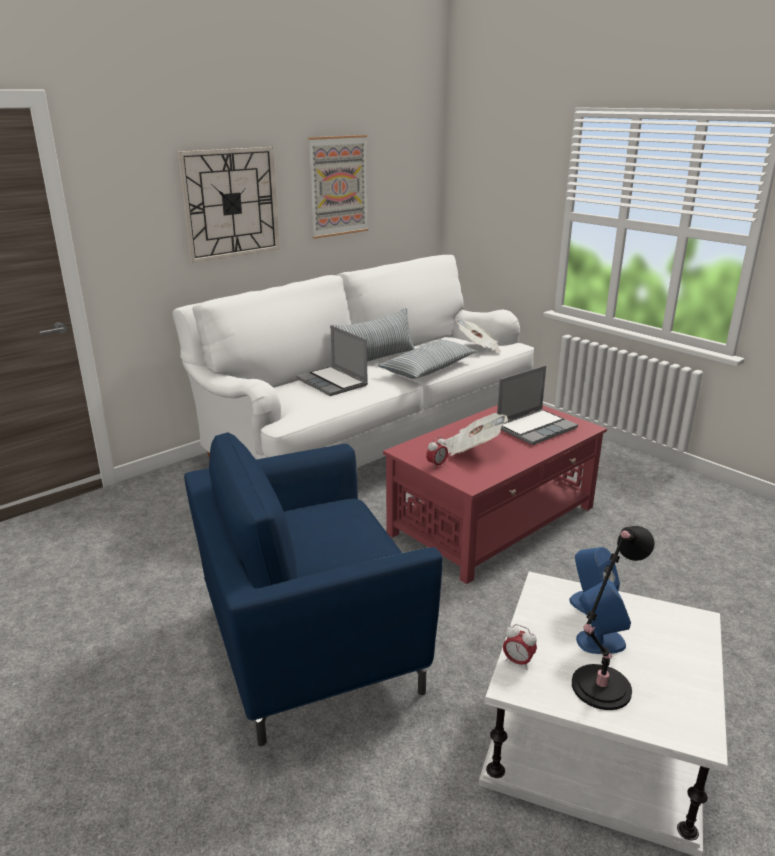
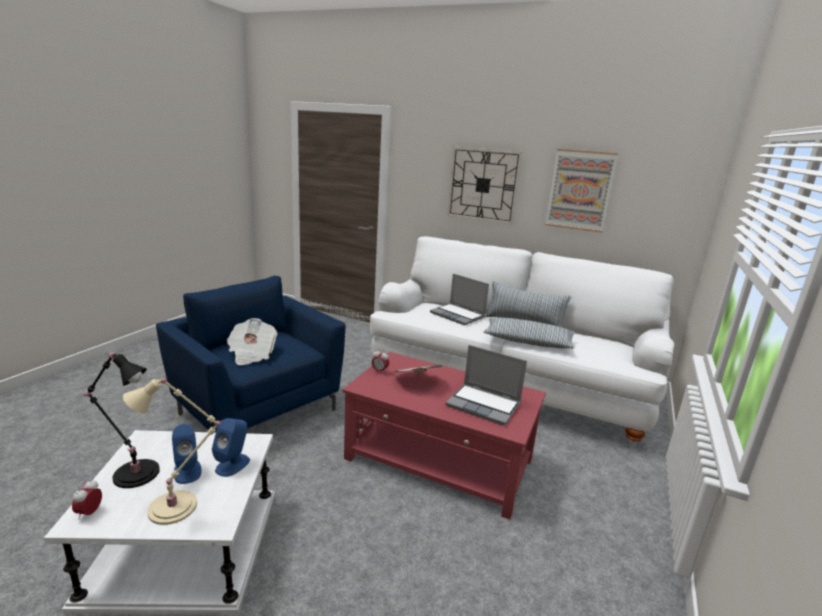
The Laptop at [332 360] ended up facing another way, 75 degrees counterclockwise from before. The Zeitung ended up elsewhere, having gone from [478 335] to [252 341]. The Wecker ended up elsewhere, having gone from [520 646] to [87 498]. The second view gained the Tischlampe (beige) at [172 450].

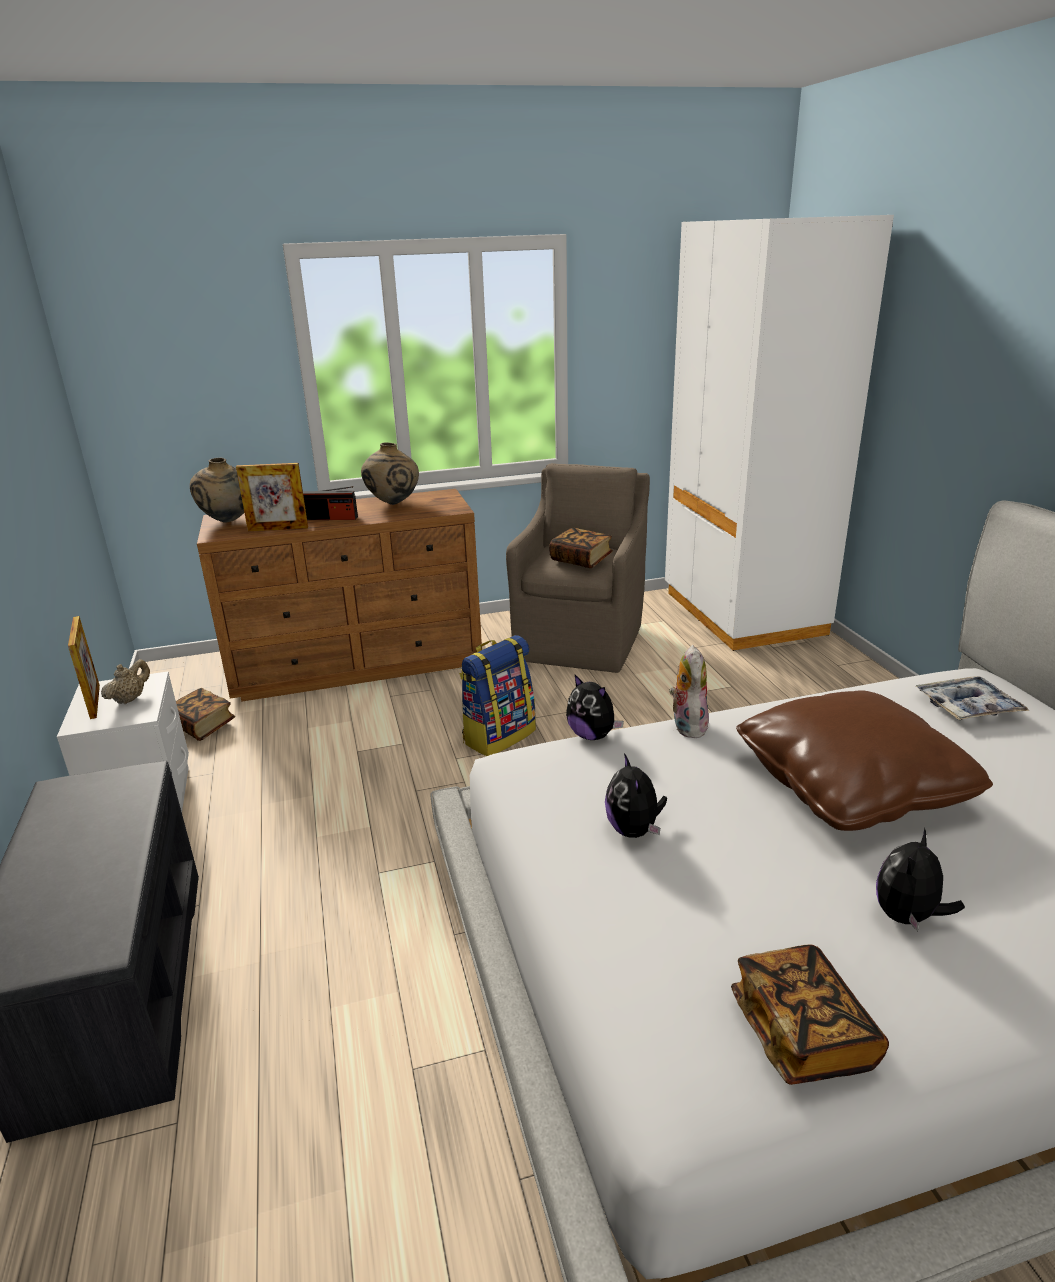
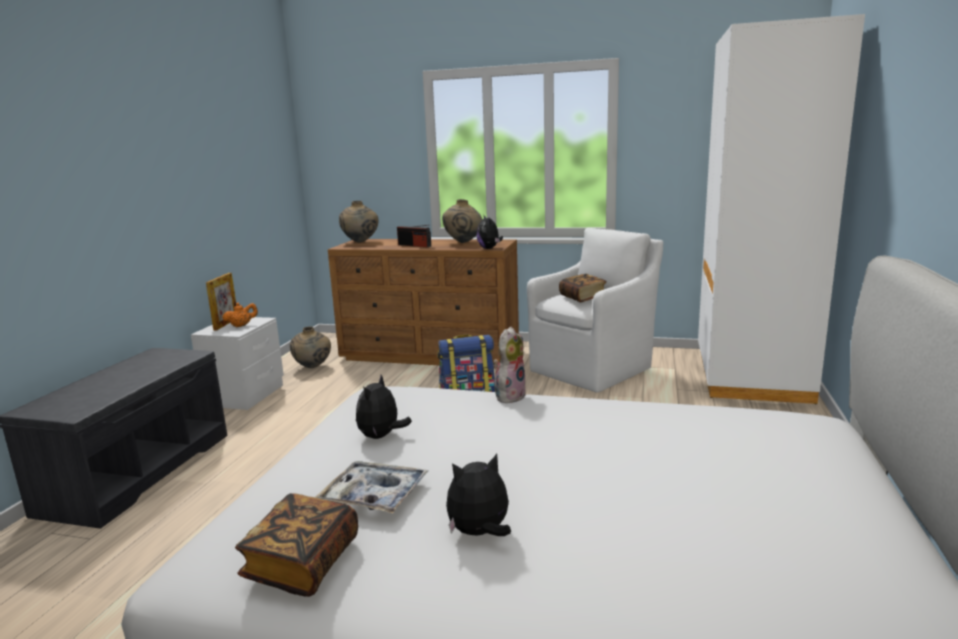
What was the Teekanne (beige) at [125 681] turned into the Teekanne (orange) at [240 314]. Where the Buch stood at [205 714], the Vase (beige) came to stand at [310 347]. The second view lost the Bilderrahmen at [272 497]. What was the Sessel (braun) at [578 568] turned into the Sessel (weiß) at [595 310]. The Plüschtier ended up elsewhere, having gone from [595 707] to [490 232]. The second view lost the Kissen (braun) at [864 760]. The Tablett ended up elsewhere, having gone from [972 698] to [371 487].

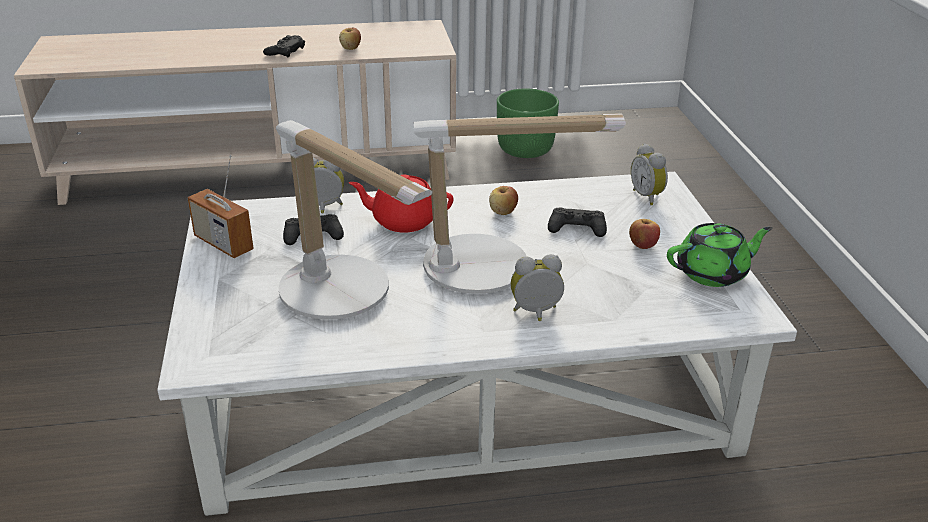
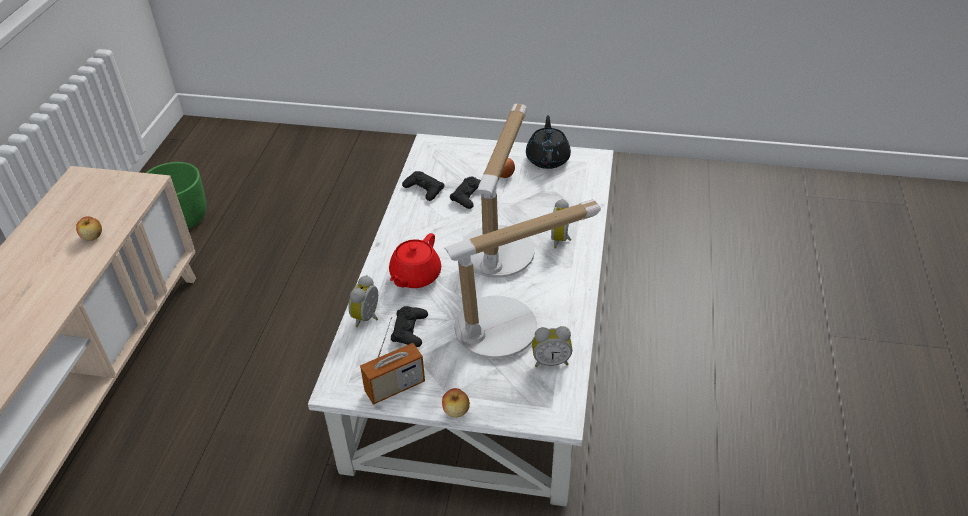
The Gamepad (schwarz) ended up elsewhere, having gone from [284 46] to [423 186]. The Apfel ended up elsewhere, having gone from [503 200] to [456 403]. The Wecker ended up elsewhere, having gone from [649 174] to [552 346]. What was the Teekanne (grün) at [720 255] turned into the Teekanne (schwarz) at [548 142].

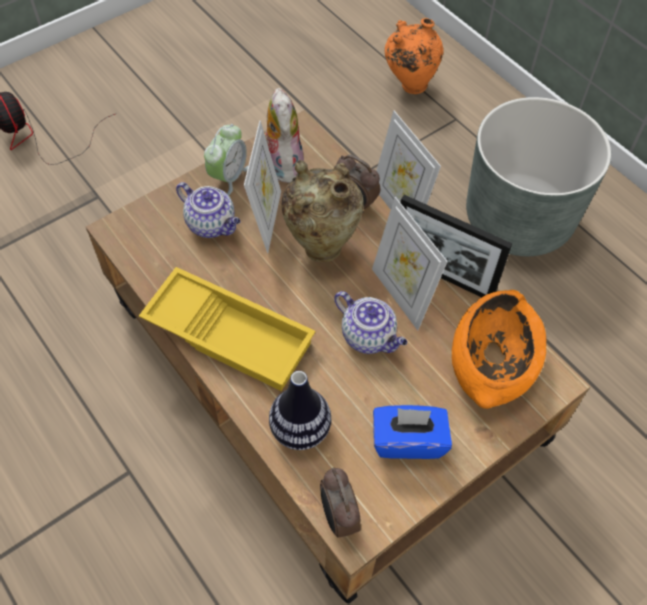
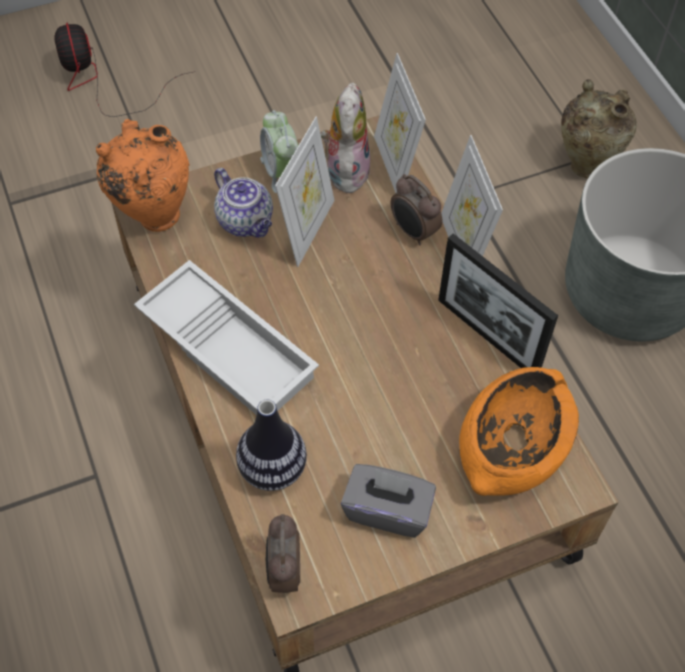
What was the Tablett (gelb) at [227 329] turned into the Tablett (weiß) at [226 337]. The Wecker at [226 160] ended up facing another way, 120 degrees clockwise from before. The Vase (beige) ended up elsewhere, having gone from [323 211] to [599 128]. The second view lost the Teekanne at [370 322]. The Bilderrahmen ended up elsewhere, having gone from [410 263] to [400 123]. What was the Taschentuchbox (blau) at [412 432] turned into the Taschentuchbox (grau) at [388 501]. The Vase (orange) ended up elsewhere, having gone from [414 56] to [142 175].

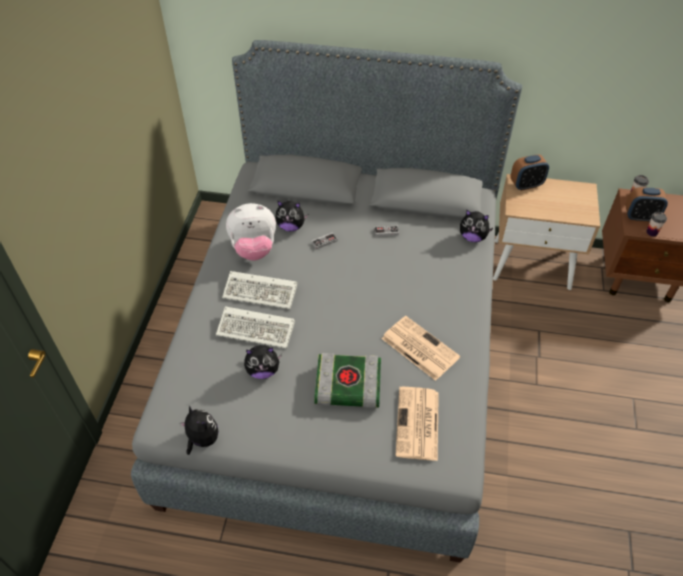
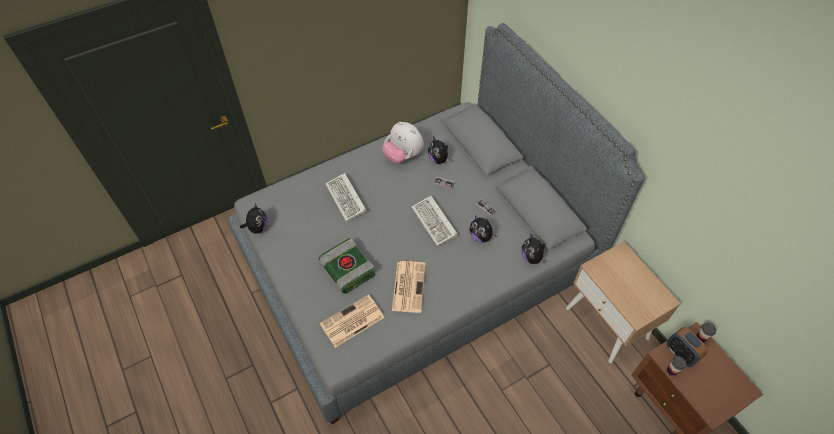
The Tastatur ended up elsewhere, having gone from [259 290] to [434 220]. The Plüschtier ended up elsewhere, having gone from [263 362] to [483 229]. The second view lost the Wecker at [529 173].

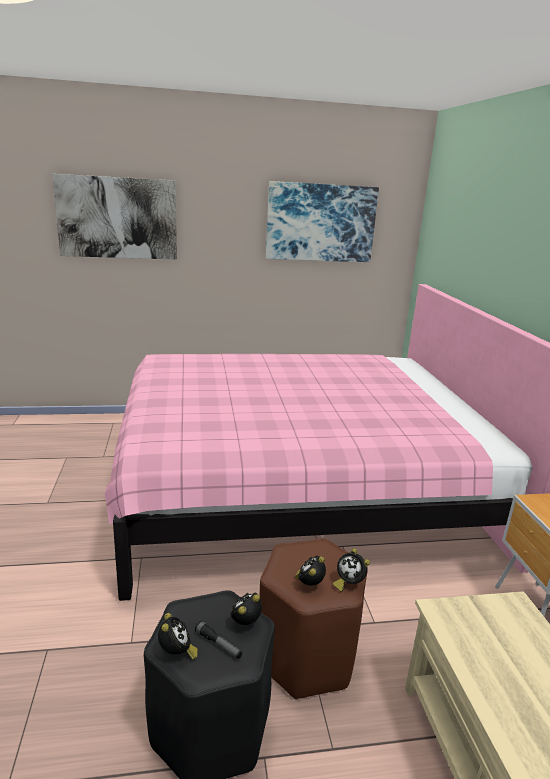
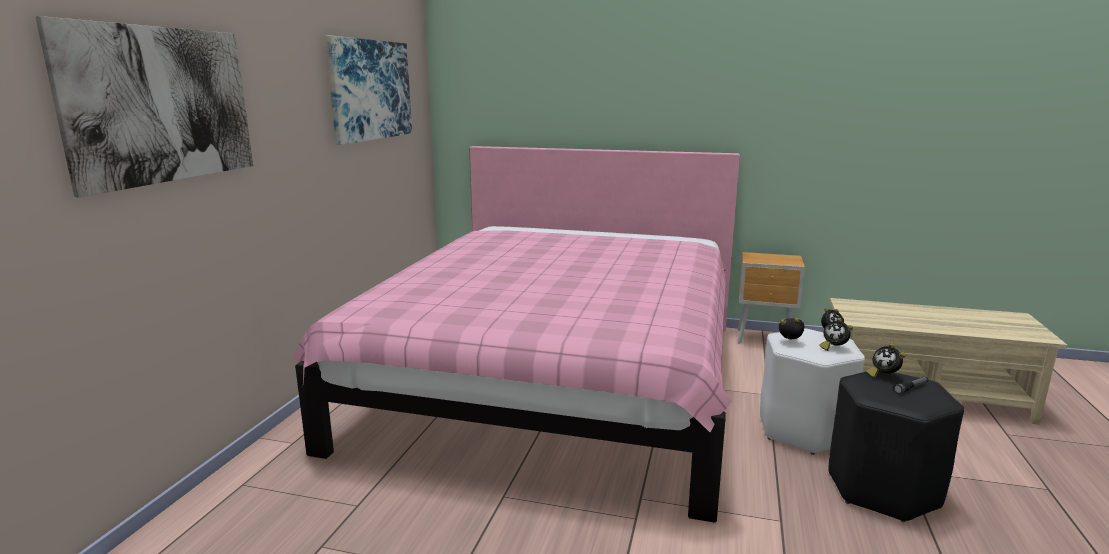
The Wecker ended up elsewhere, having gone from [178 636] to [791 328]. What was the Hocker (braun) at [313 619] turned into the Hocker (weiß) at [812 391].

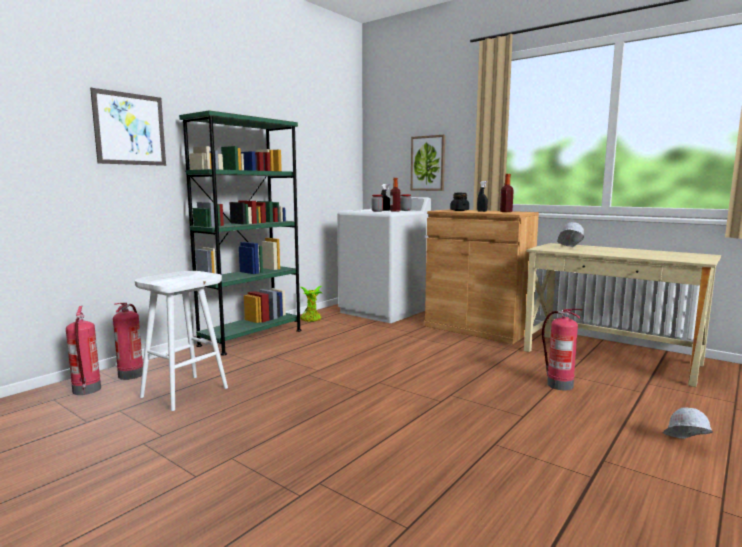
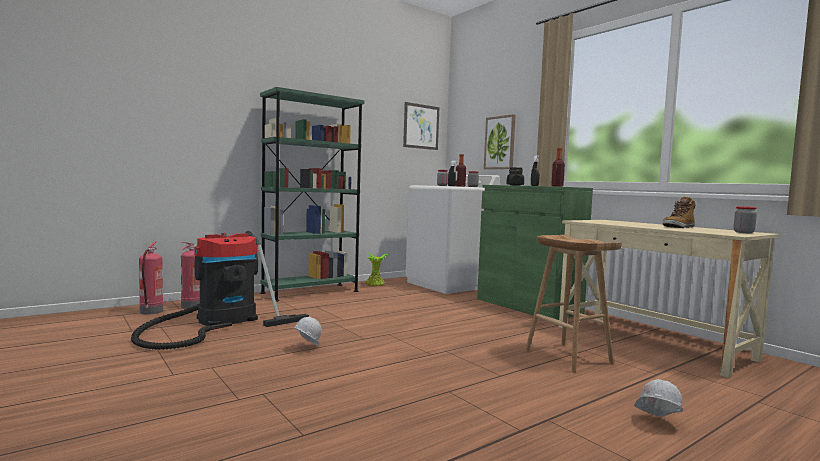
The Bild ended up elsewhere, having gone from [128 127] to [421 126]. Where the Hocker (weiß) stood at [181 341], the Staubsauger came to stand at [220 290]. What was the Schrank (braun) at [482 276] turned into the Schrank (grün) at [535 252]. Where the Feuerlöscher stood at [562 350], the Hocker (braun) came to stand at [573 304]. The Schutzhelm (weiß) ended up elsewhere, having gone from [566 234] to [308 331]. The second view gained the Stiefel at [679 212]. The second view gained the Vorratsglas at [745 219].

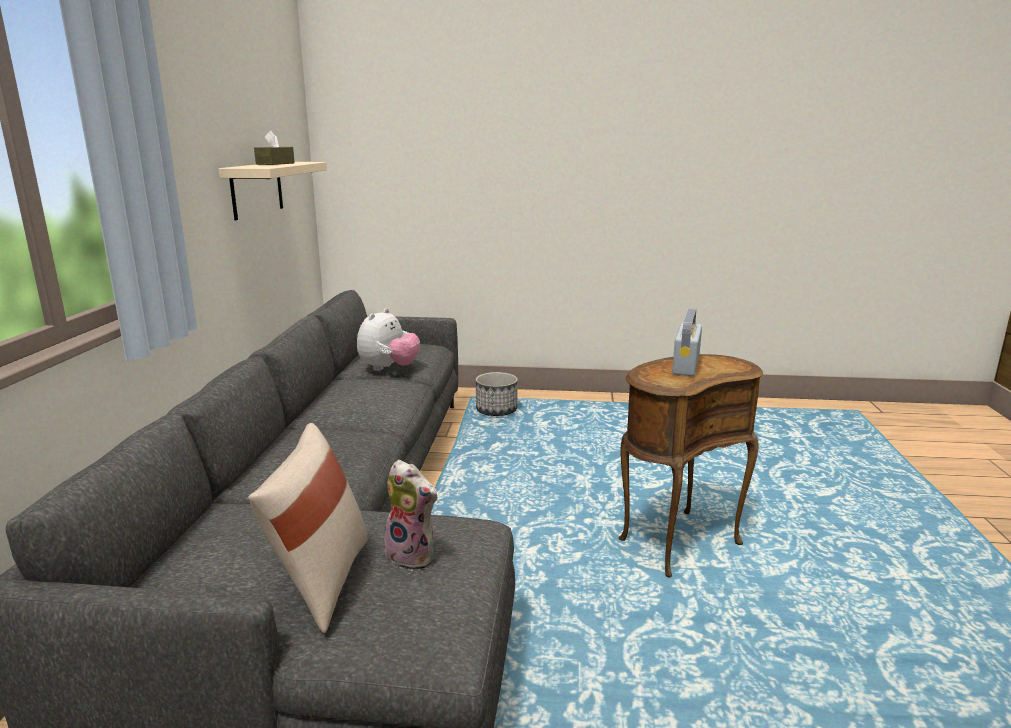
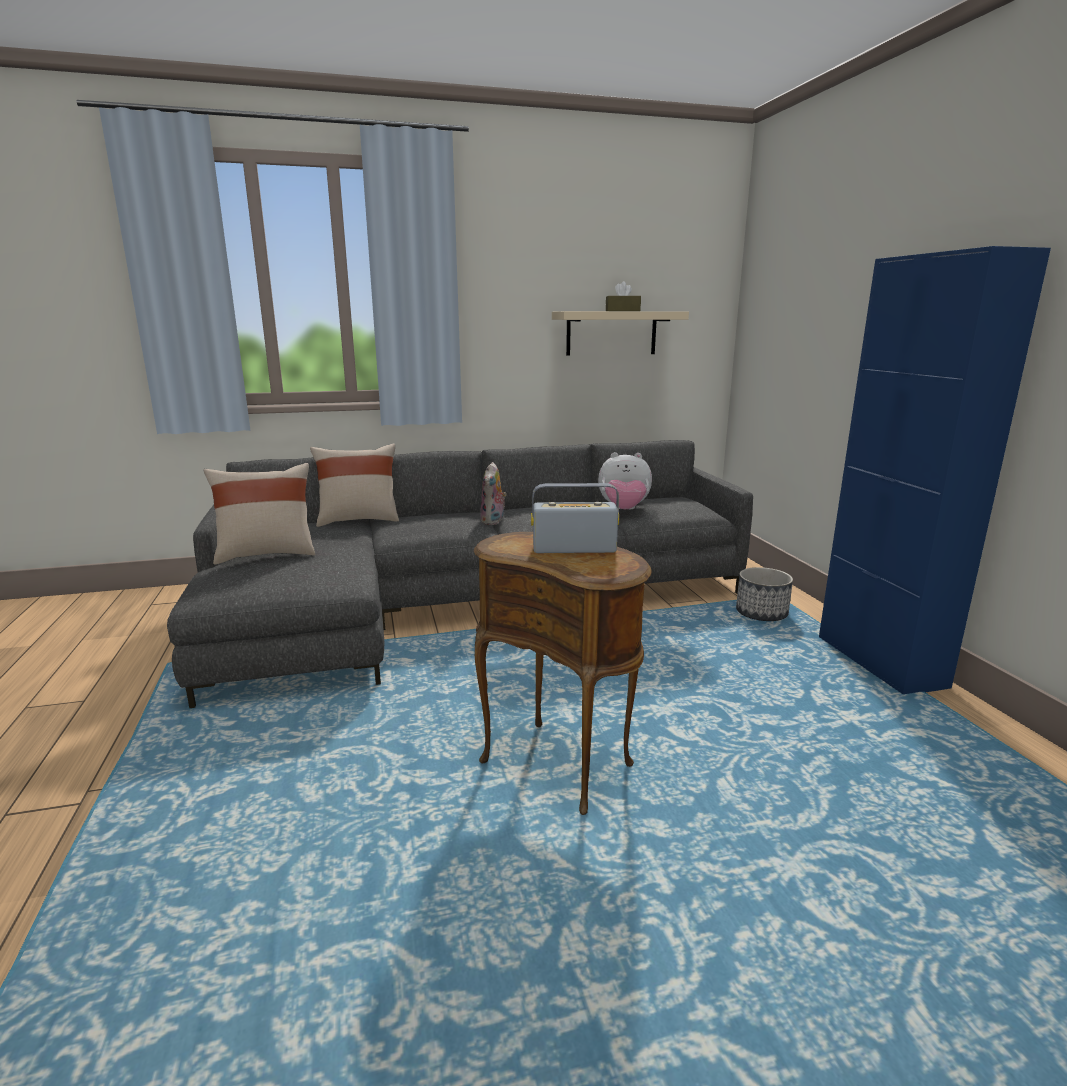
The Plüschtier ended up elsewhere, having gone from [410 515] to [493 493]. The second view gained the Kissen (beige) at [354 485]. The second view gained the Schrank (blau) at [935 470].

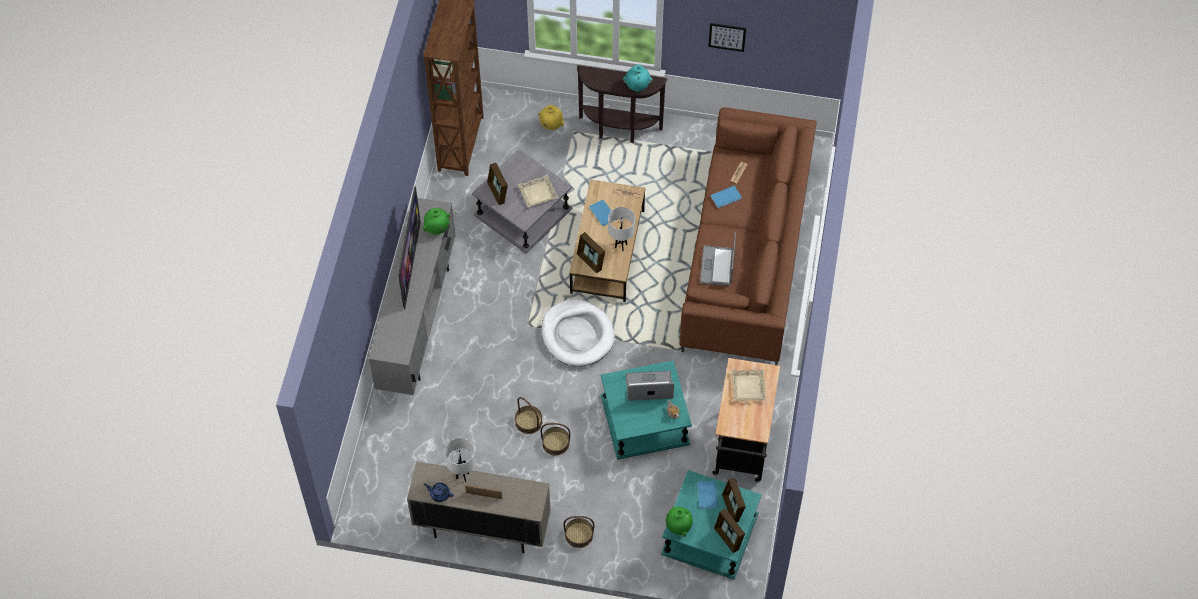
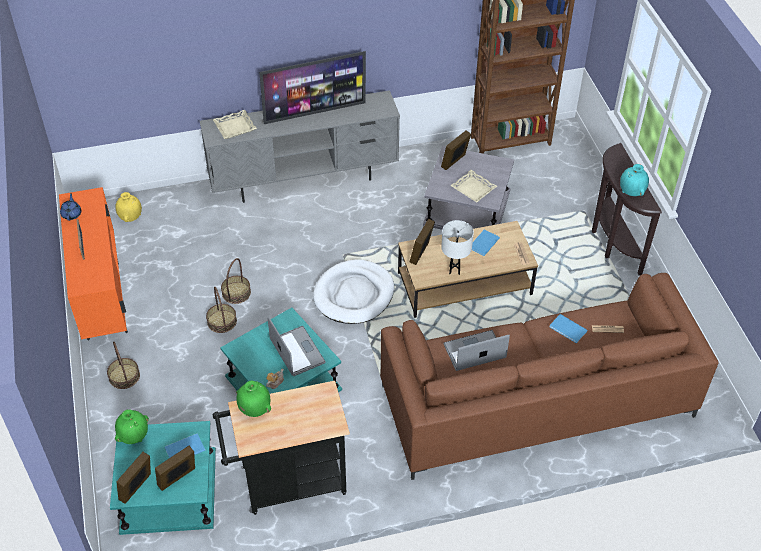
What was the Schrank (beige) at [479 507] turned into the Schrank (orange) at [93 263]. The Vase (grün) ended up elsewhere, having gone from [436 221] to [253 399]. The second view lost the Tischlampe (weiß) at [460 460]. The Vase (gelb) ended up elsewhere, having gone from [551 117] to [128 207]. The second view lost the Bild at [727 37]. The Tablett (beige) ended up elsewhere, having gone from [748 385] to [235 124].

